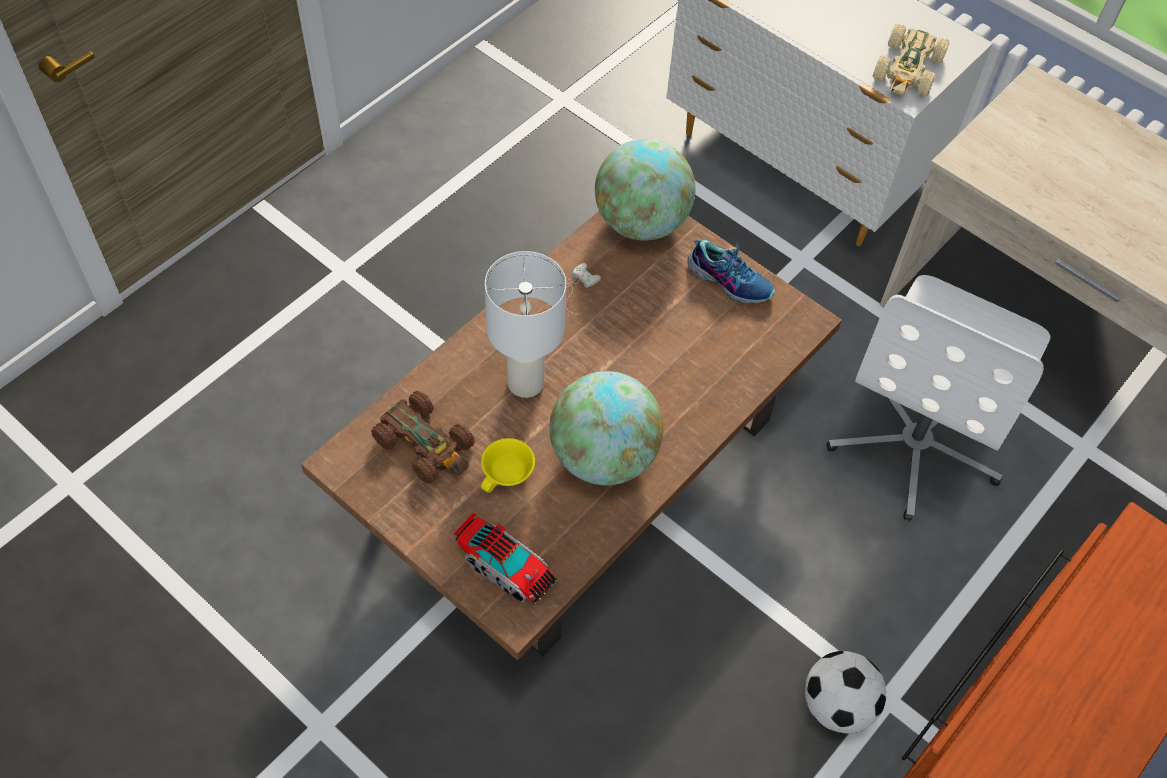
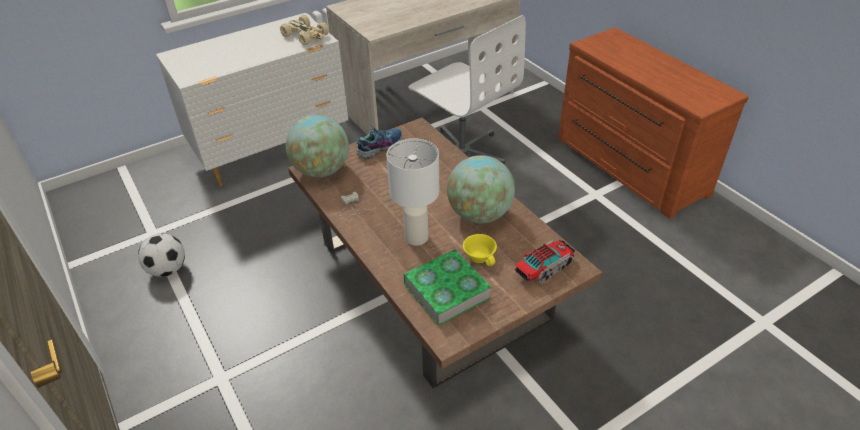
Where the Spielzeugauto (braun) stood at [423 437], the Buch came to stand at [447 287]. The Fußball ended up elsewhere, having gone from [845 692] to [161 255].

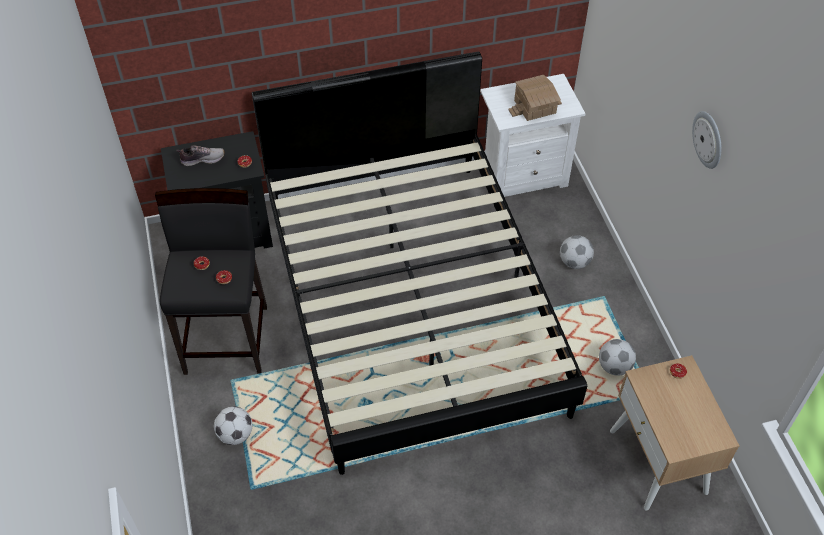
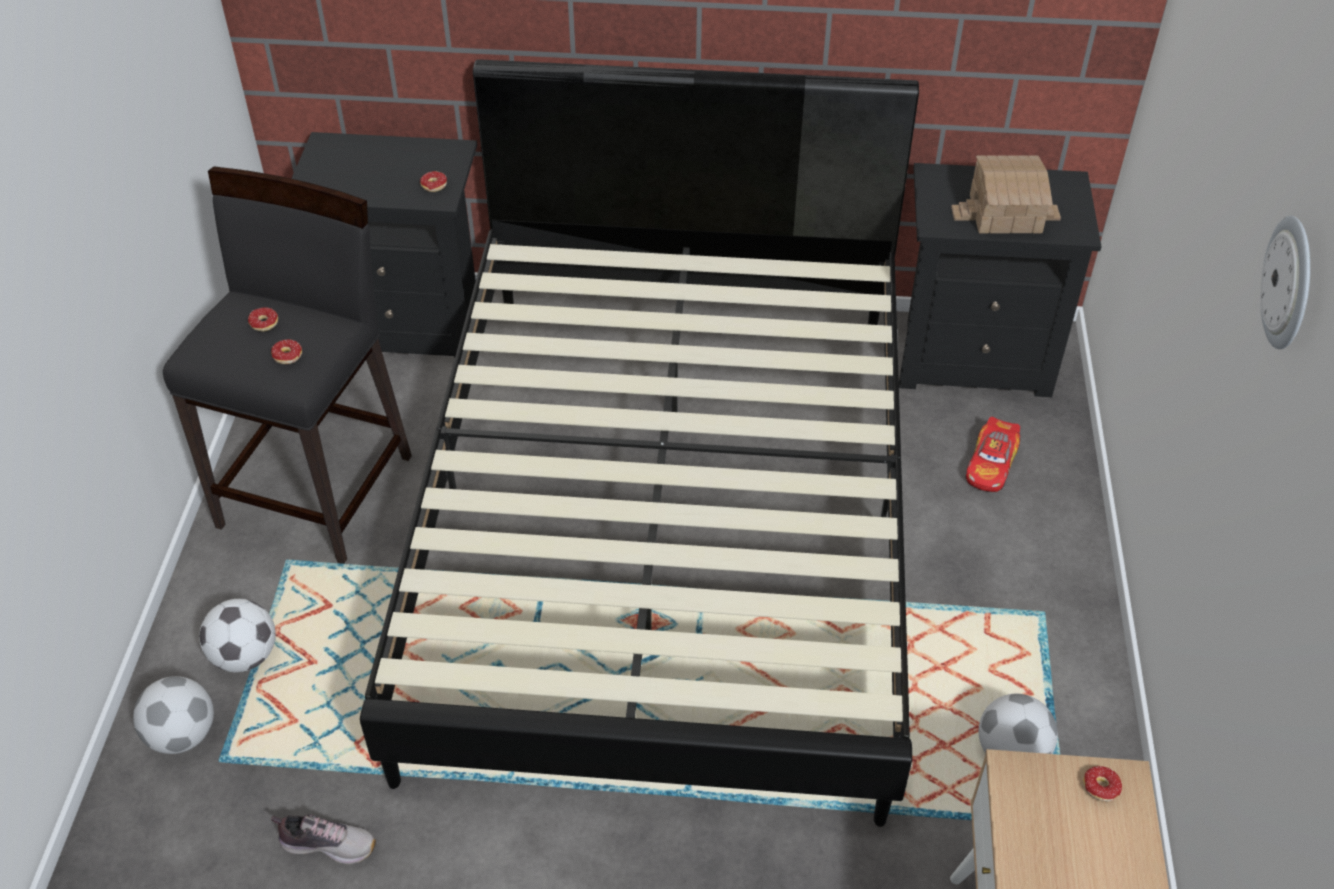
The Schuh ended up elsewhere, having gone from [201 155] to [323 839]. What was the Nachttisch (weiß) at [533 135] turned into the Nachttisch (schwarz) at [1000 280]. The Fußball ended up elsewhere, having gone from [577 252] to [173 715]. The second view gained the Spielzeugauto at [992 454].

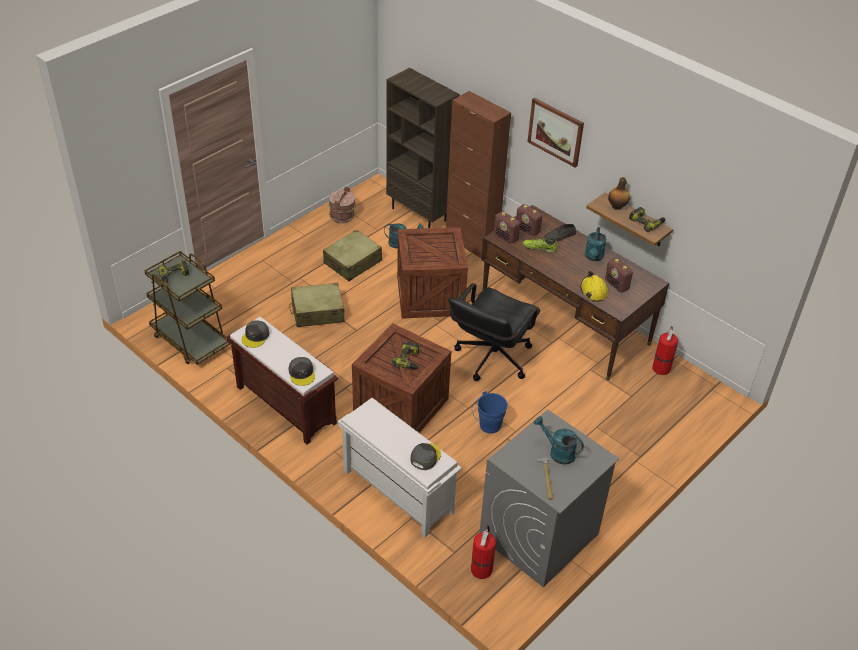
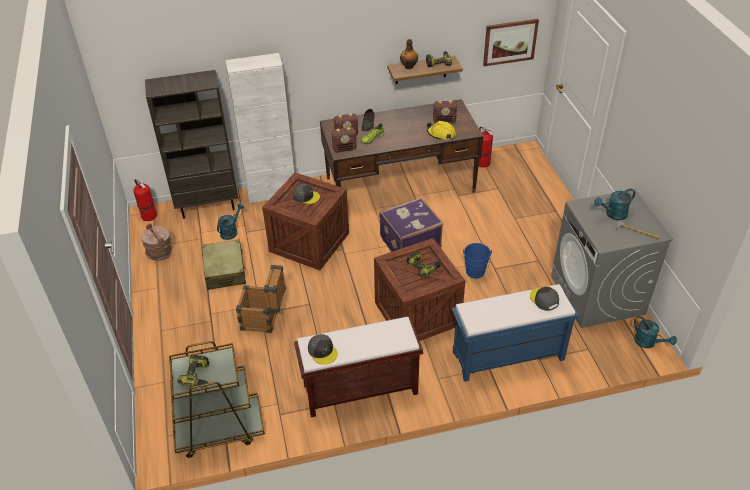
The Kappe (grau) ended up elsewhere, having gone from [301 371] to [306 194]. Where the Koffer (beige) stood at [317 305], the Kiste came to stand at [261 299]. What was the Bank (weiß) at [400 467] turned into the Bank (blau) at [515 333]. What was the Schrank (braun) at [478 175] turned into the Schrank (weiß) at [259 128]. Where the Bürostuhl (schwarz) stood at [494 332], the Koffer (lila) came to stand at [411 224]. The Feuerlöscher ended up elsewhere, having gone from [483 552] to [145 200]. The Bild ended up elsewhere, having gone from [556 133] to [511 42]. The Gießkanne (türkis) ended up elsewhere, having gone from [595 244] to [655 332].

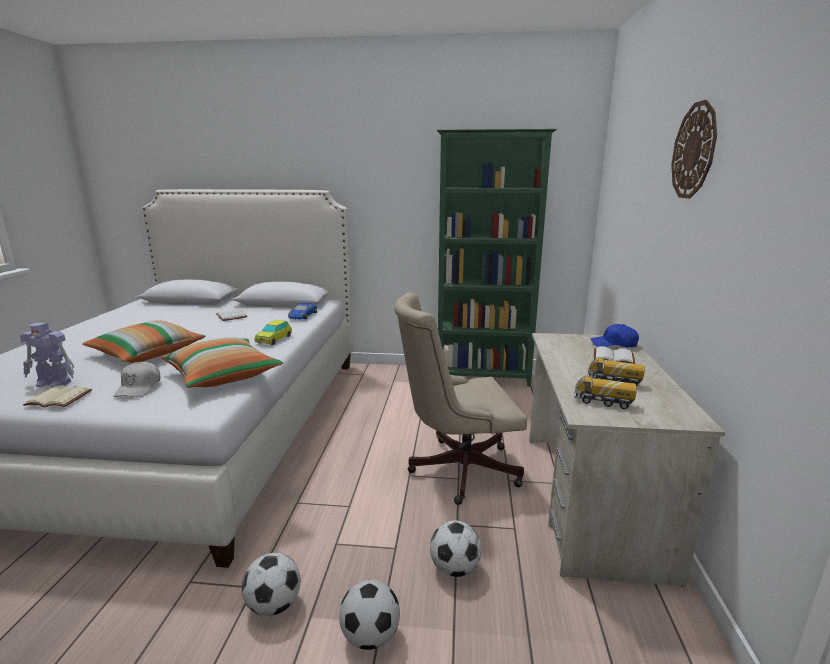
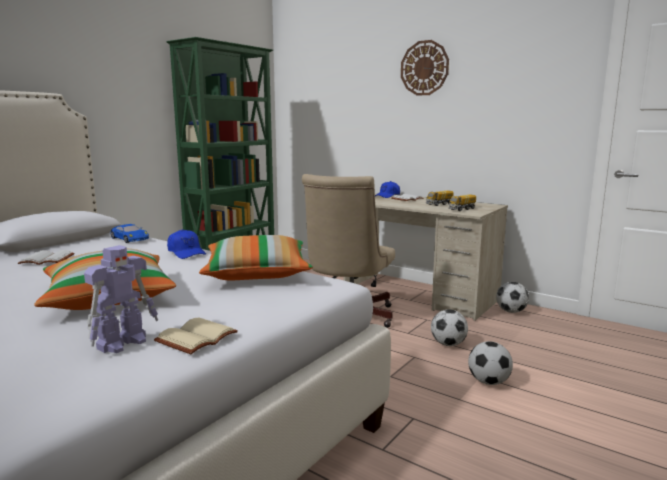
The second view lost the Kappe (weiß) at [136 379]. The Fußball ended up elsewhere, having gone from [271 584] to [512 297]. Where the Spielzeugauto stood at [273 332], the Kappe (blau) came to stand at [186 244].

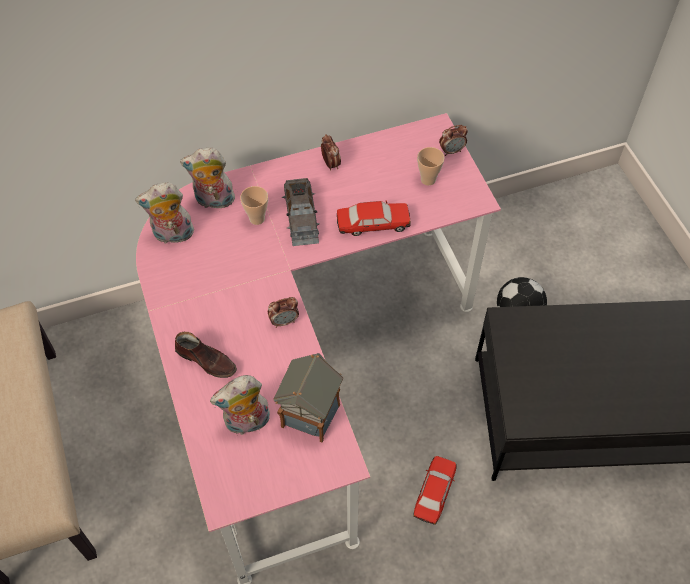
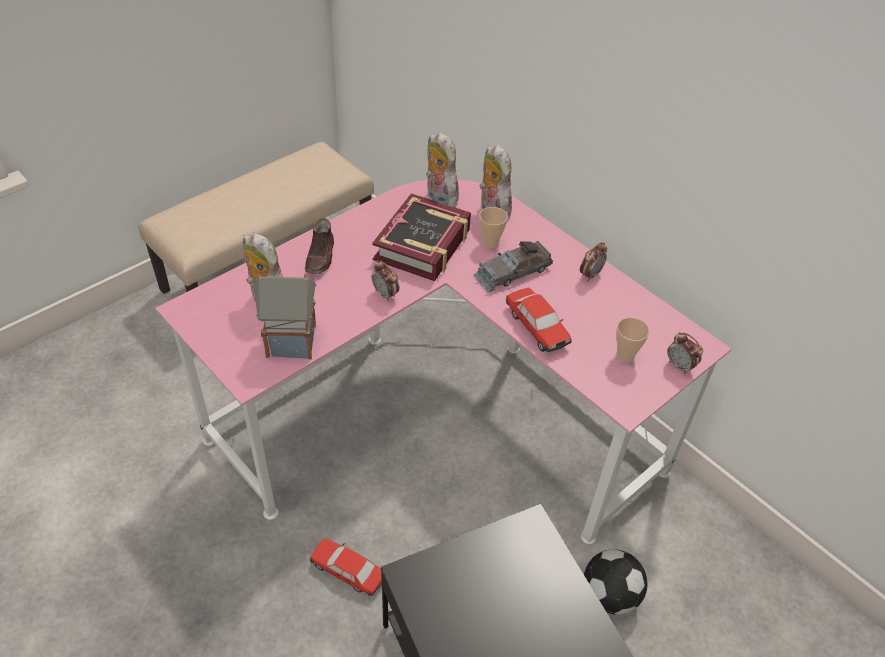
The Spielzeugauto at [435 490] ended up facing another way, 150 degrees counterclockwise from before. The second view gained the Buch at [421 237].

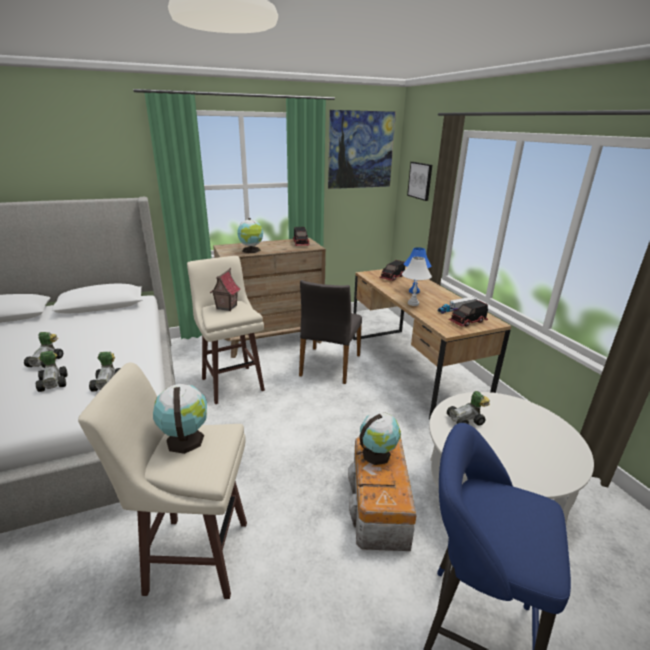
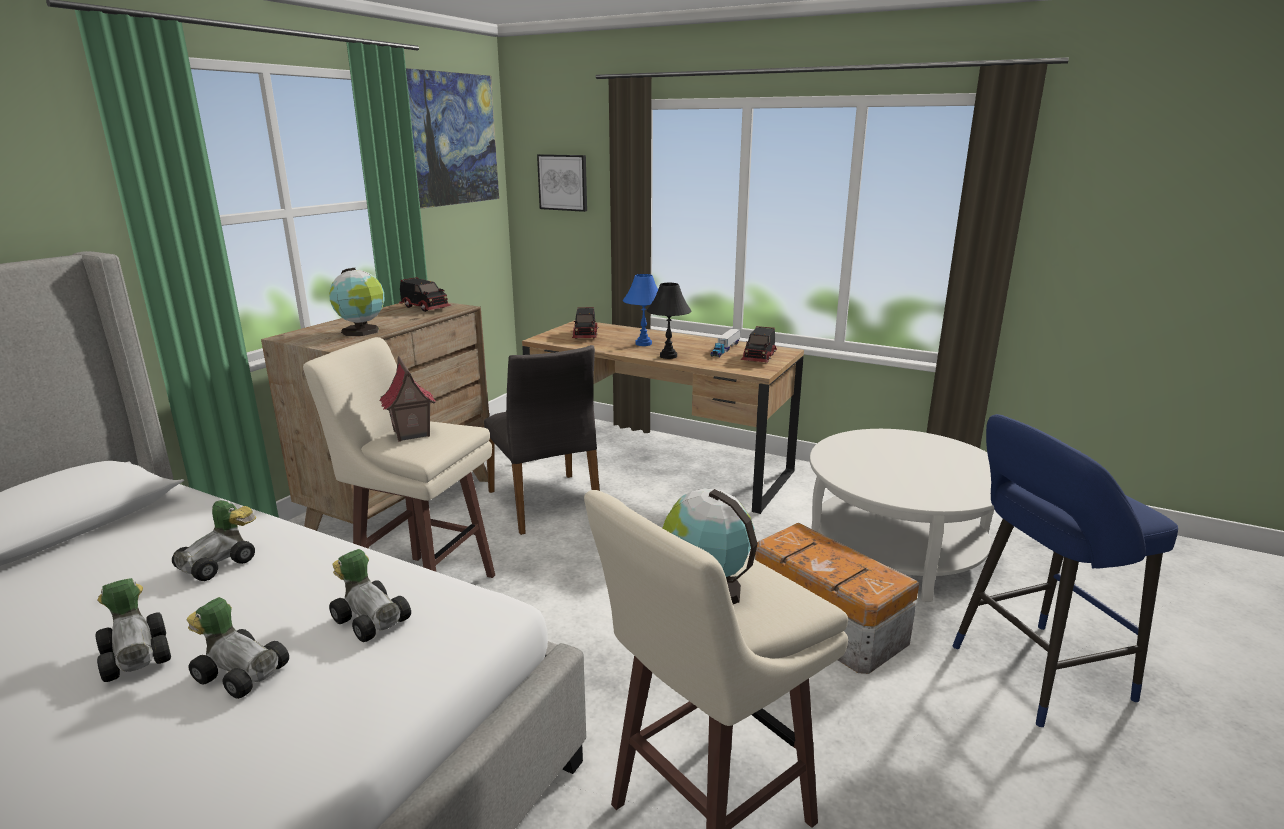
The second view lost the Globus at [380 438]. What was the Tischlampe (weiß) at [417 281] turned into the Tischlampe (schwarz) at [669 321]. The Spielzeugauto ended up elsewhere, having gone from [468 408] to [214 540].

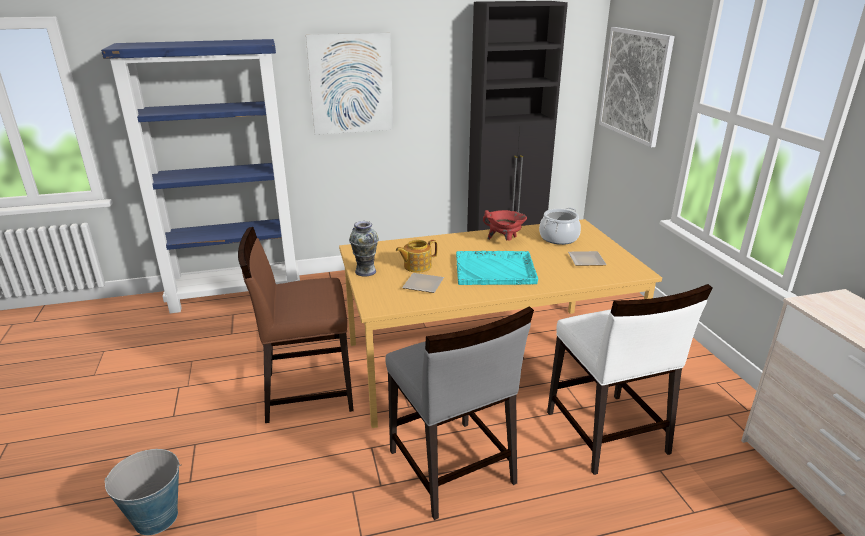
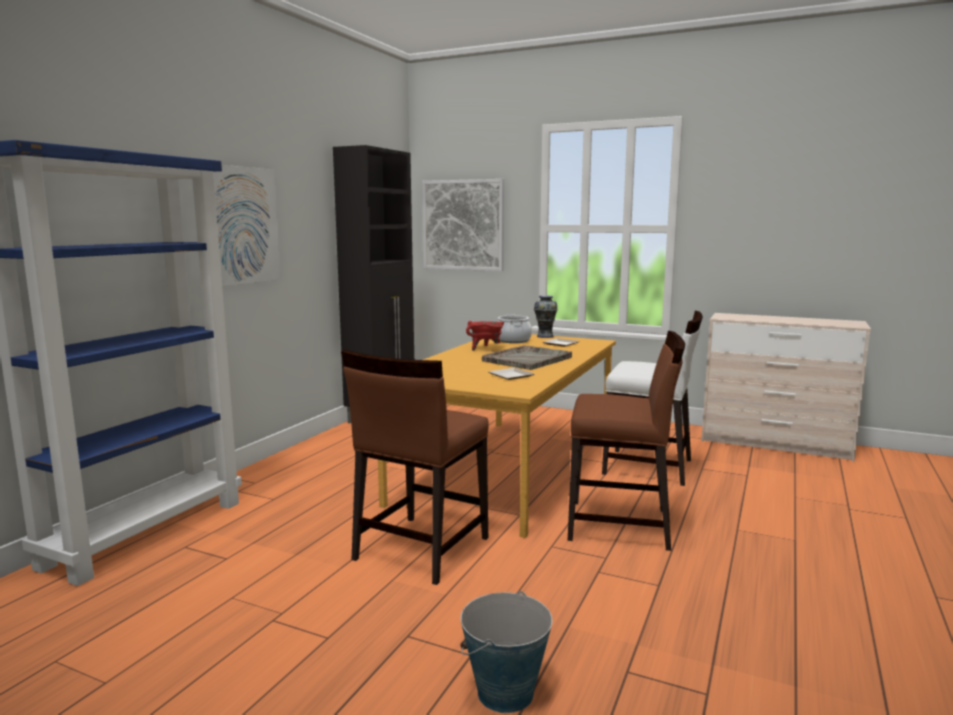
The Vase ended up elsewhere, having gone from [364 249] to [546 316]. What was the Stuhl (grau) at [460 413] turned into the Stuhl (braun) at [626 441]. The second view lost the Teekanne at [417 256]. What was the Tablett (türkis) at [497 268] turned into the Tablett (grau) at [527 357].

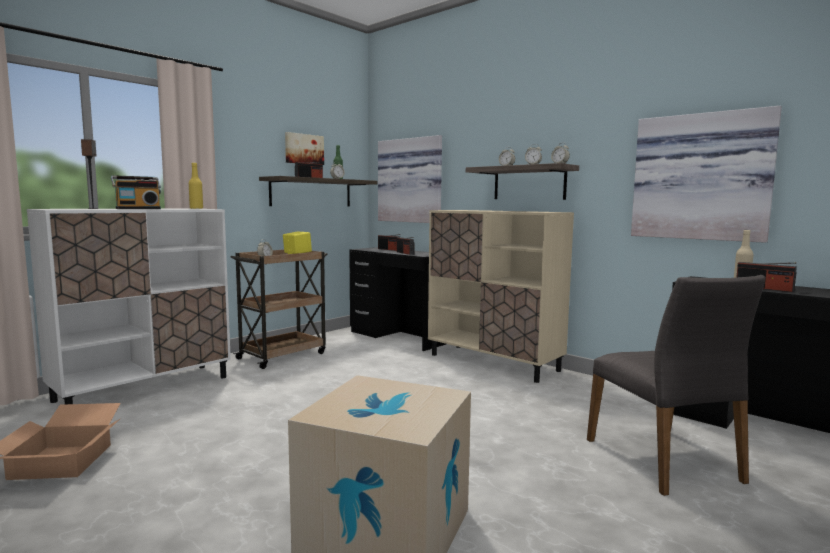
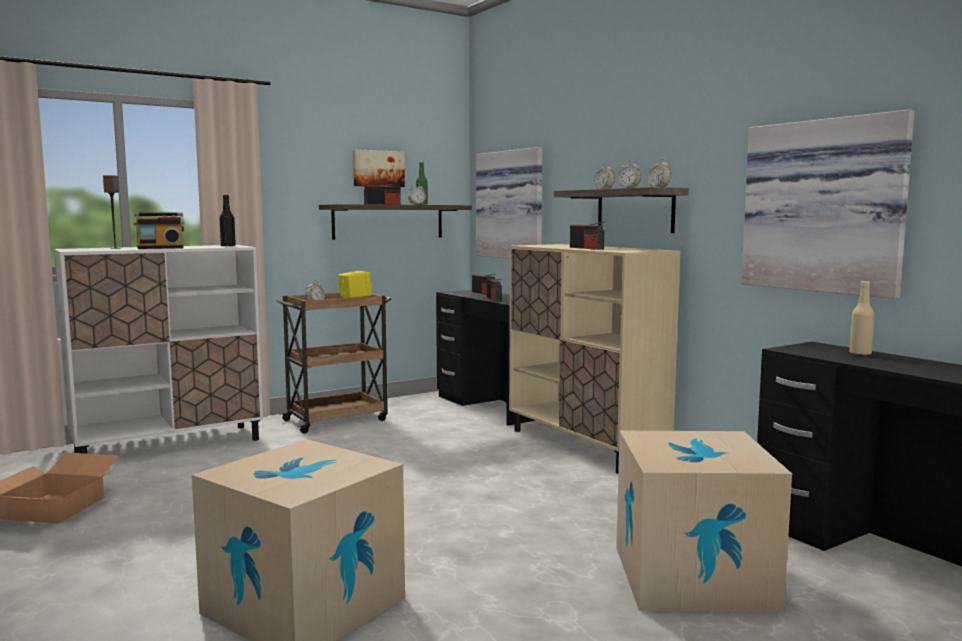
What was the Flasche (gelb) at [196 186] turned into the Flasche (schwarz) at [227 221]. Where the Stuhl (grau) stood at [676 385], the Karton came to stand at [704 521]. The Radio ended up elsewhere, having gone from [766 277] to [587 236].

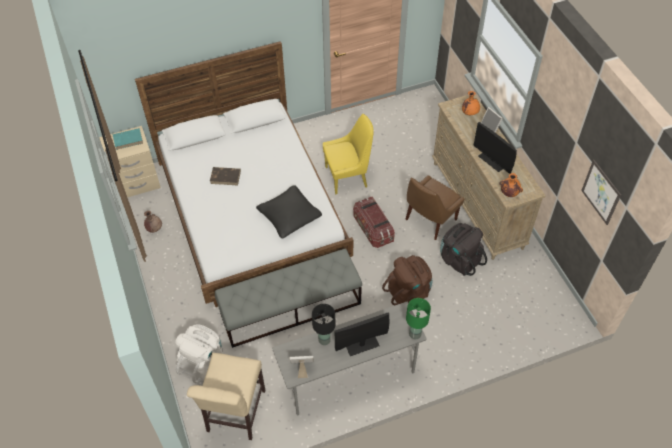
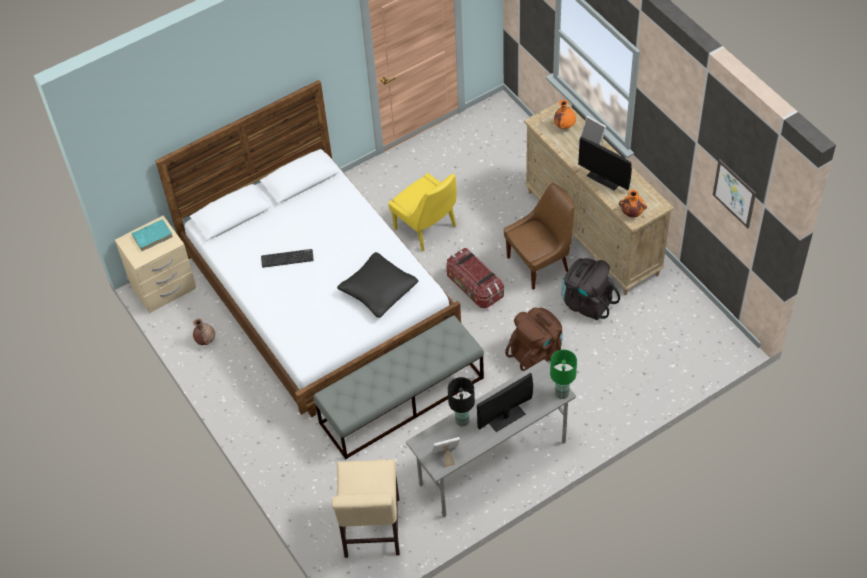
The second view lost the Rucksack (weiß) at [199 353]. Where the Buch (braun) stood at [225 176], the Tastatur came to stand at [287 258]. The Stuhl (gelb) at [348 154] ended up facing another way, 75 degrees clockwise from before. The Stuhl (braun) at [435 207] ended up facing another way, 150 degrees counterclockwise from before.

